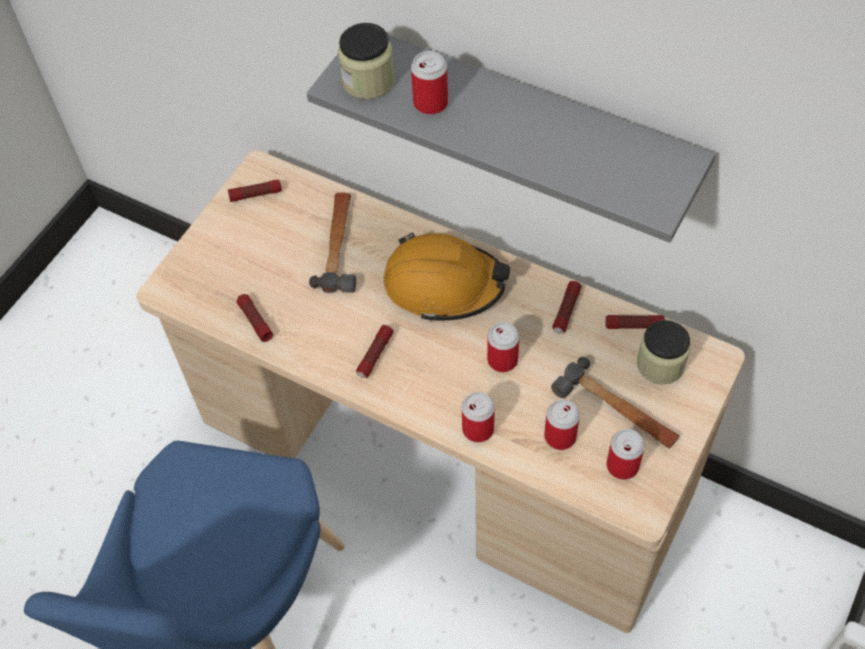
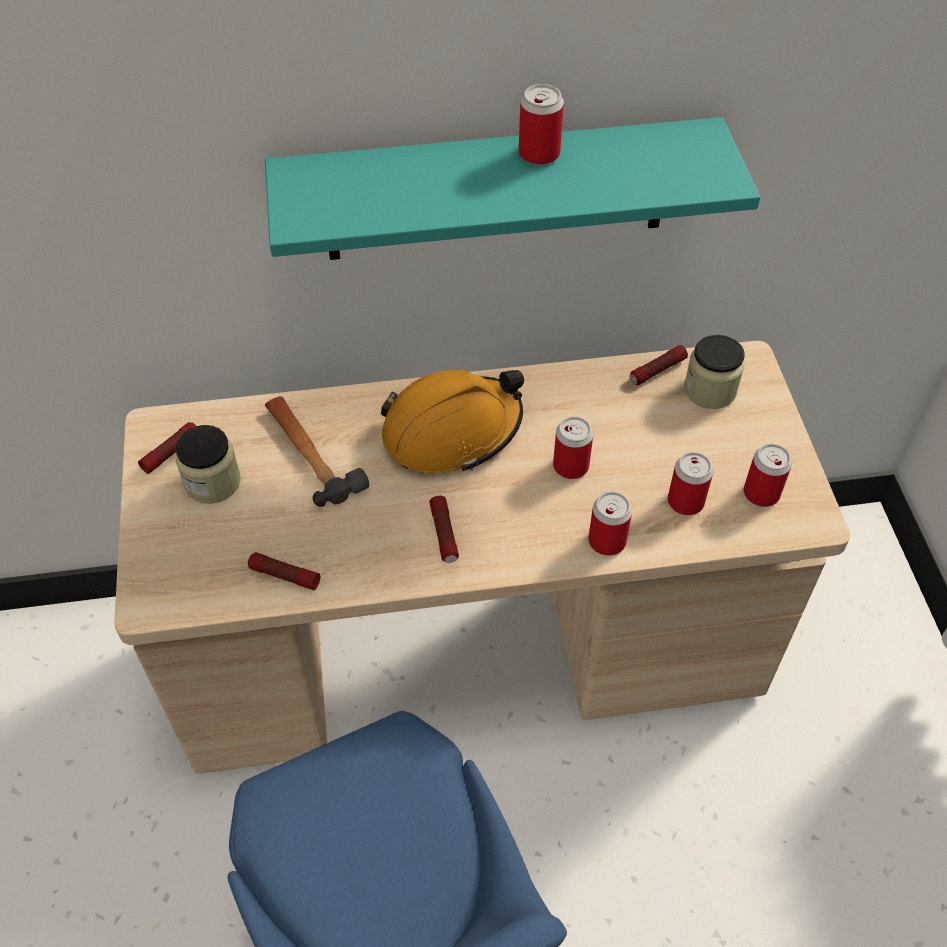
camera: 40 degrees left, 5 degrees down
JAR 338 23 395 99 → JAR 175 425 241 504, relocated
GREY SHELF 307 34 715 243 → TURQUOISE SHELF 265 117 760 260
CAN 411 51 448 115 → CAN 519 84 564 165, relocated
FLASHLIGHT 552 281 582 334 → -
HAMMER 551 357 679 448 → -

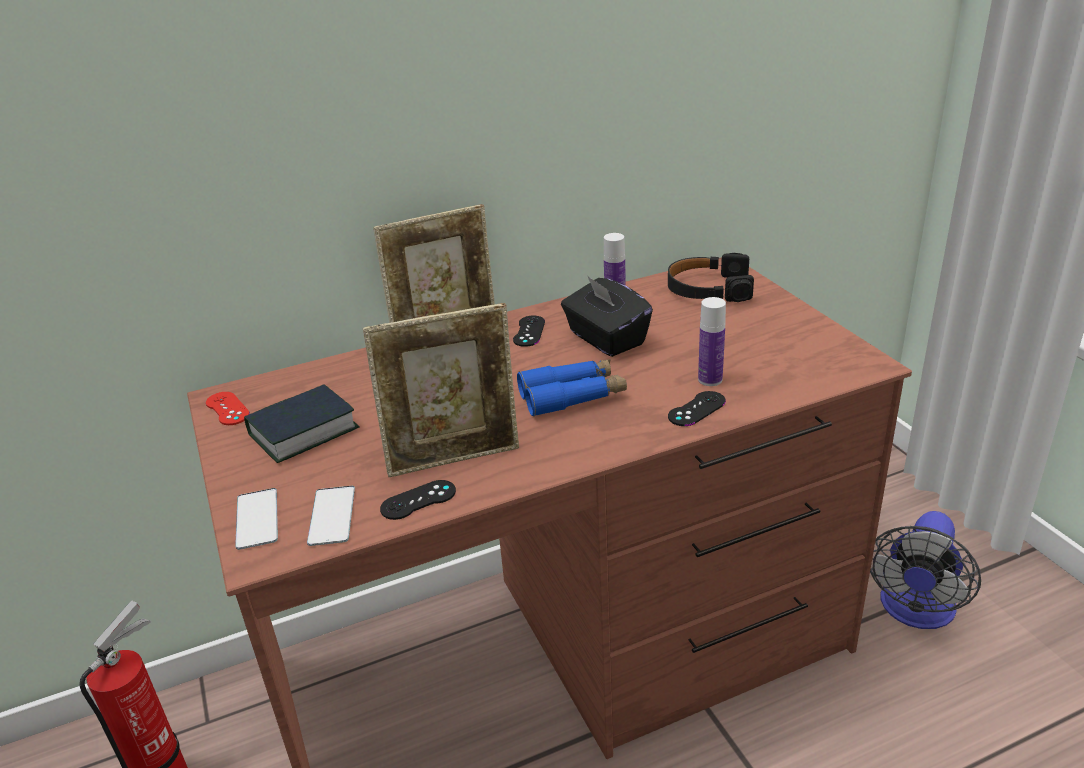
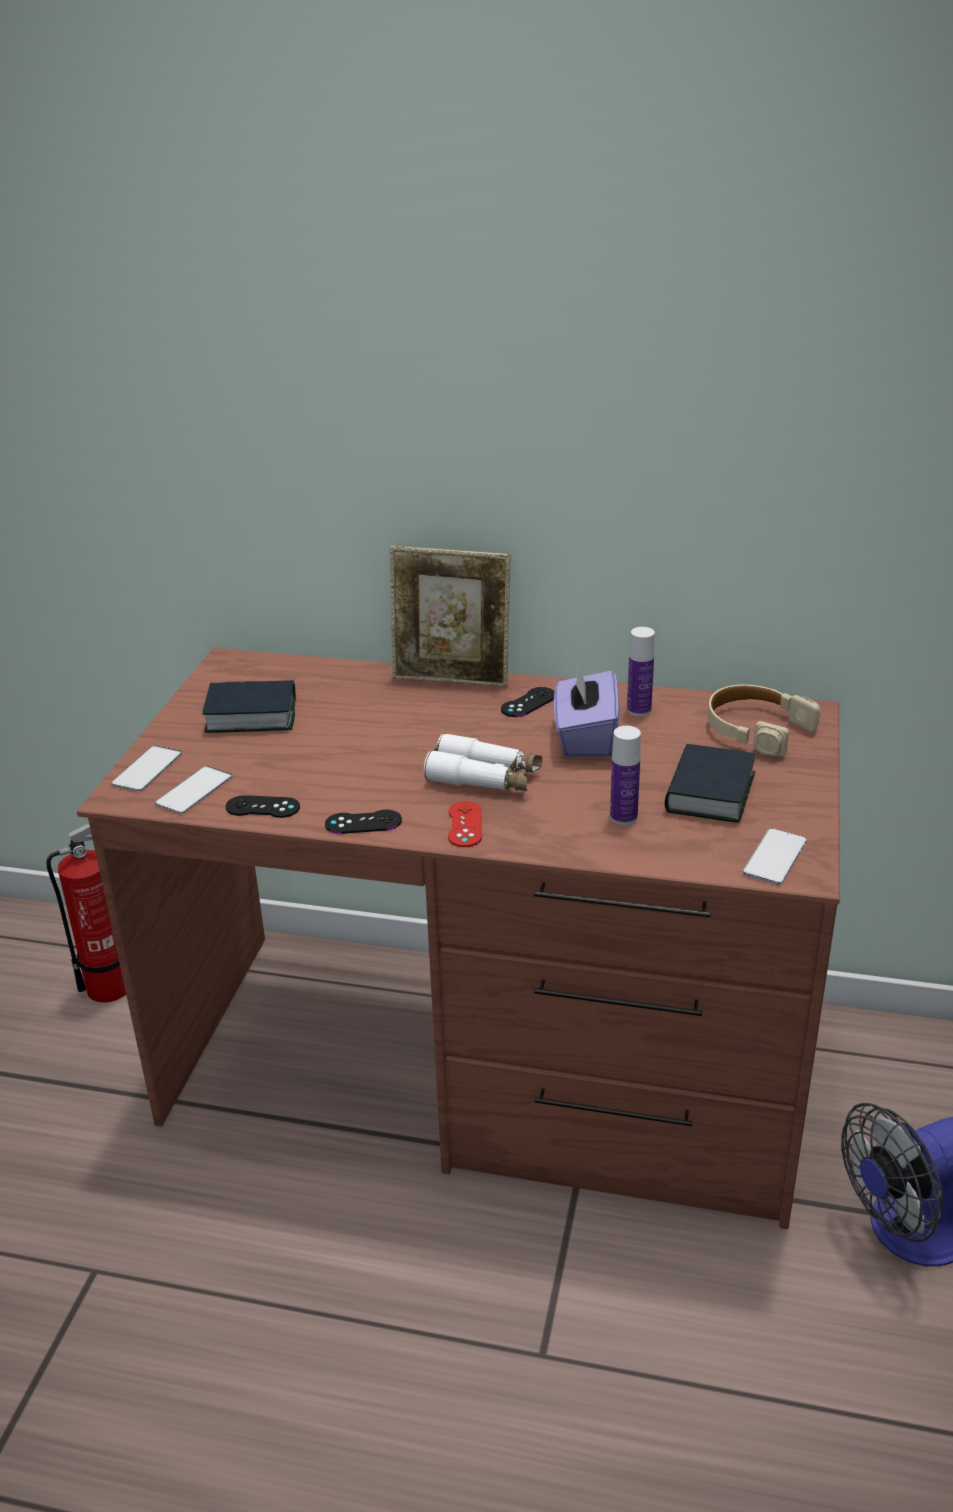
camera: 35 degrees right, 0 degrees up
BLACK HEADPHONES 668 253 754 302 → BEIGE HEADPHONES 708 685 821 757
BLACK TISSUE BOX 561 275 653 357 → PURPLE TISSUE BOX 554 663 620 757
PICTURE FRAME 363 303 519 477 → -
BLUE BINOCULARS 517 359 627 417 → WHITE BINOCULARS 424 733 542 791
BLACK GAME CONTROLLER 668 391 726 426 → BLACK GAME CONTROLLER 325 810 402 834, relocated
RED GAME CONTROLLER 206 392 250 425 → RED GAME CONTROLLER 448 801 482 847, relocated
- → BOOK 665 744 756 823
- → PHONE 743 828 807 885

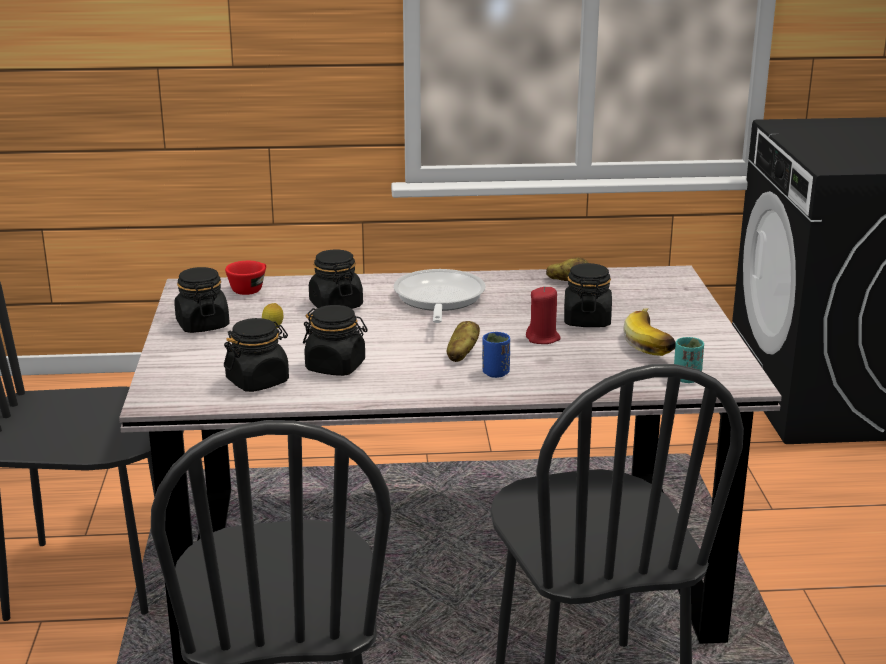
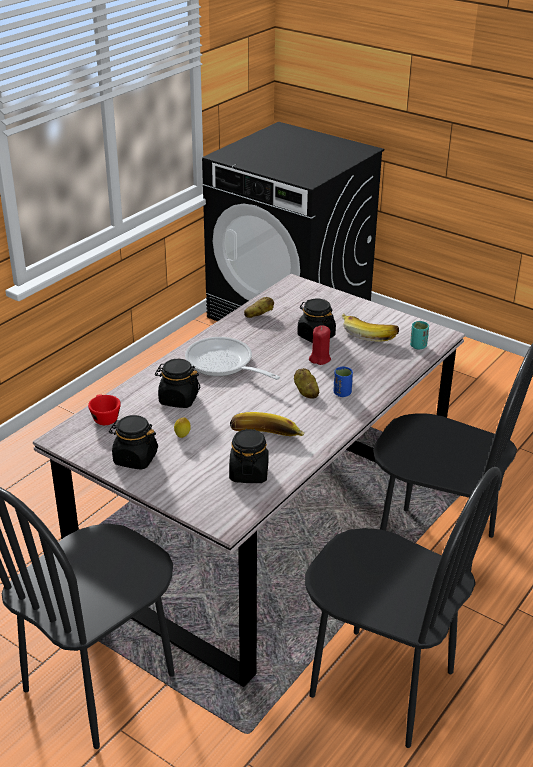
camera: 50 degrees left, 10 degrees up
BLACK JAR 303 305 368 376 → BANANA 230 412 305 436

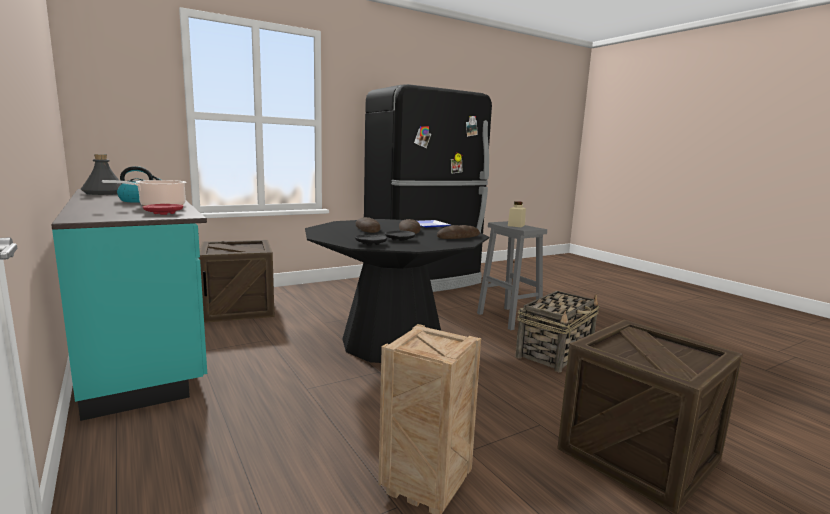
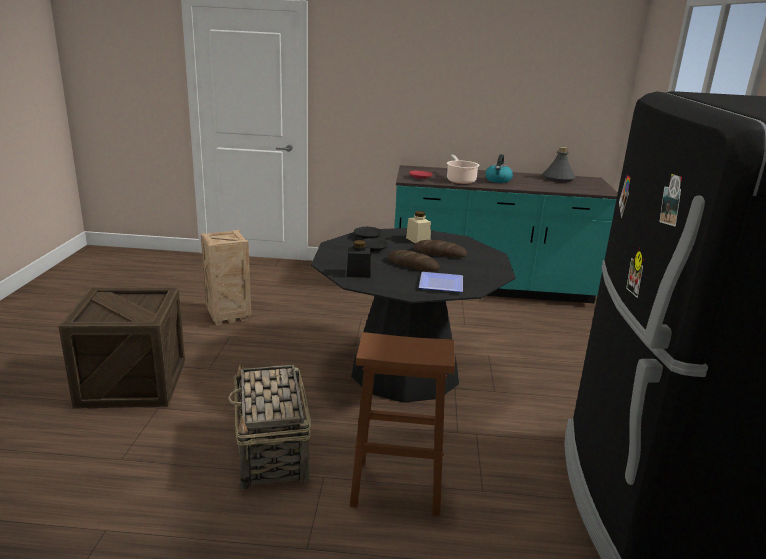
camera: 125 degrees right, 10 degrees up
BEIGE JAR 508 201 526 227 → BEIGE JAR 406 211 431 244, relocated
GREY STOOL 477 221 547 330 → BROWN STOOL 350 332 455 516
BREAD 437 225 480 239 → BLACK JAR 347 240 371 278
CRATE 198 240 275 323 → -

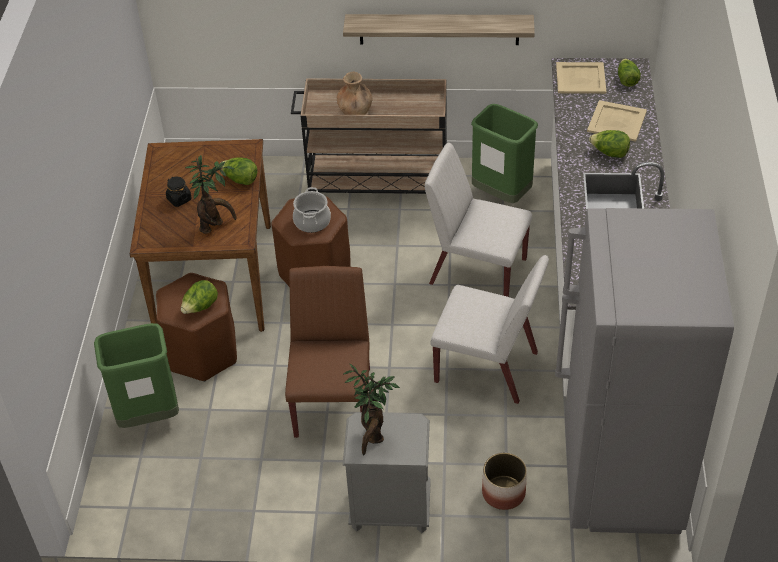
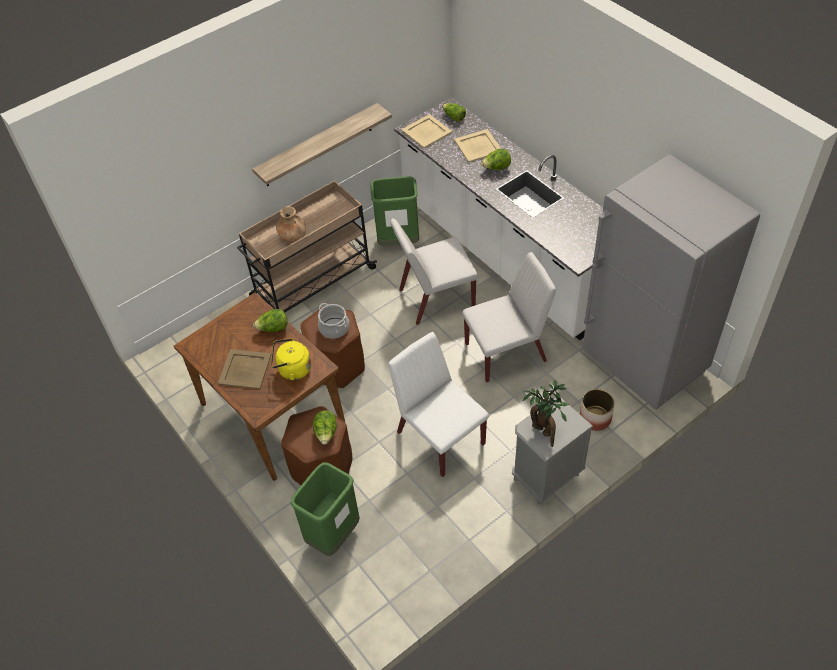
camera: 40 degrees left, 5 degrees up
POTTED PLANT 185 155 236 234 → YELLOW KETTLE 271 338 311 380
BLACK JAR 166 177 191 207 → BEIGE TRAY 218 349 271 389
BROWN CHAIR 285 266 370 438 → WHITE CHAIR 388 332 489 477

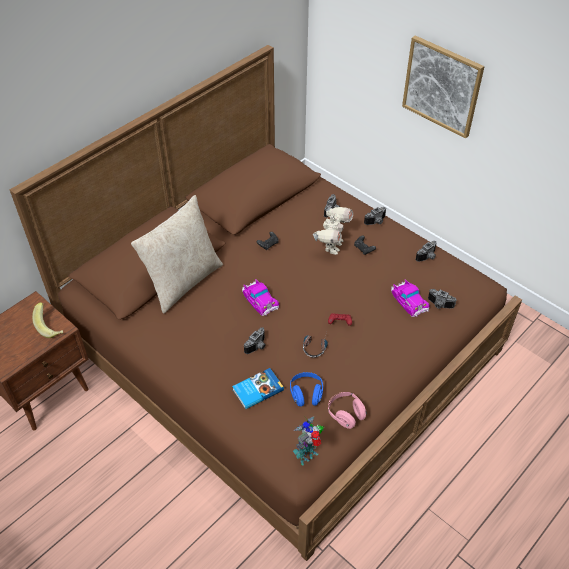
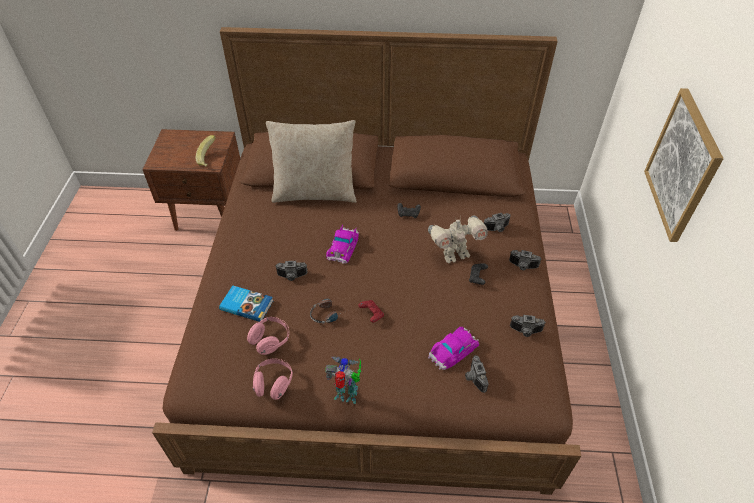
camera: 50 degrees right, 0 degrees up
TOY CAR 391 279 430 317 → TOY CAR 428 327 479 370, 150 degrees counterclockwise
BLUE HEADPHONES 290 372 323 406 → PINK HEADPHONES 247 317 289 355
TOY ROBOT 293 417 324 466 → TOY ROBOT 325 356 361 404, relocated

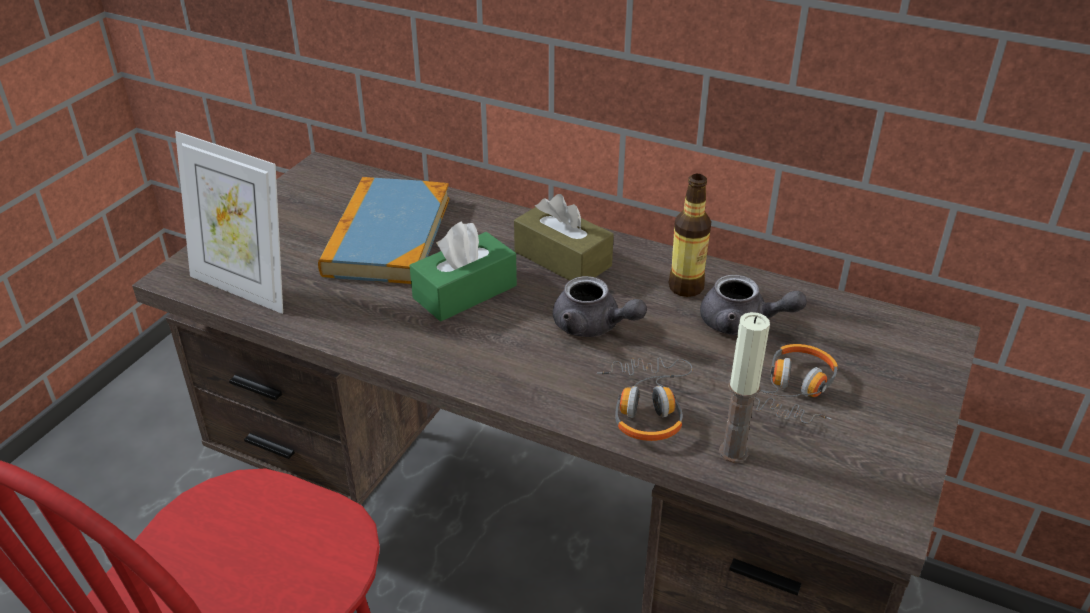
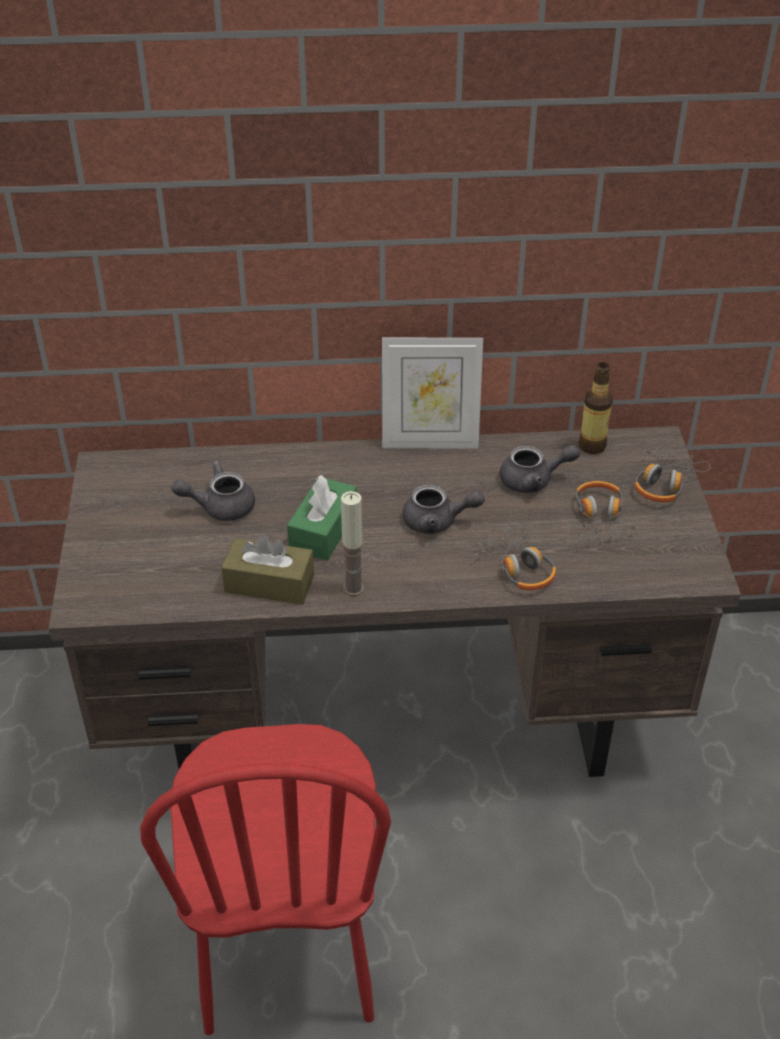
camera: 30 degrees left, 5 degrees up
PICTURE FRAME 175 131 283 314 → PICTURE FRAME 382 338 483 449, relocated
BOTTLE 669 174 711 297 → BOTTLE 578 362 613 454, relocated
BOOK 318 177 449 284 → GREY TEAPOT 172 461 255 521
BROWN TISSUE BOX 514 194 614 281 → BROWN TISSUE BOX 221 535 314 605, relocated
CANDLE 719 312 770 463 → CANDLE 341 491 364 596, relocated
- → HEADPHONES 635 448 710 502

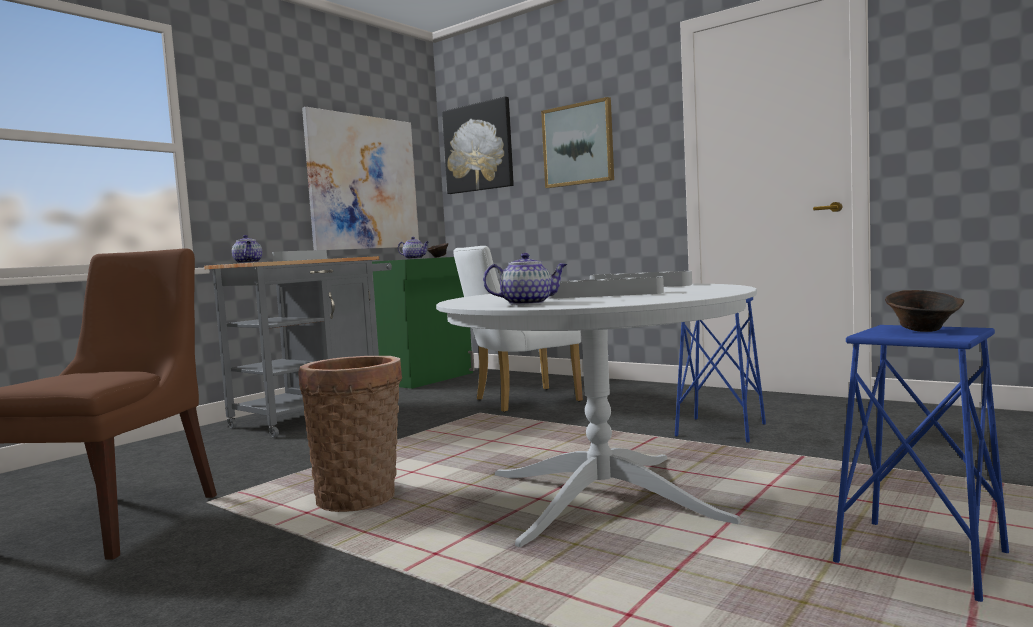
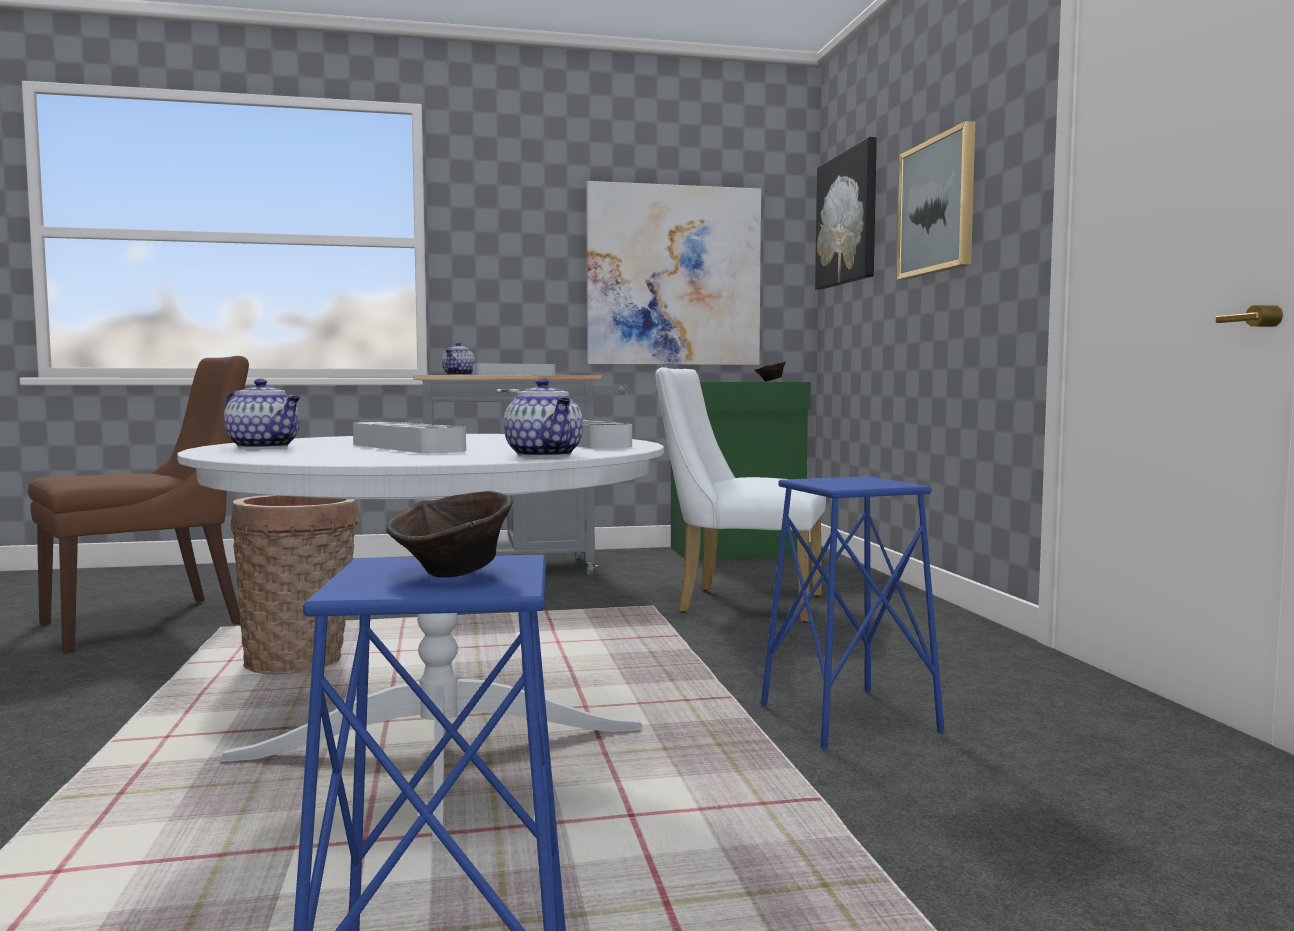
camera: 40 degrees right, 0 degrees up
TEAPOT 398 237 429 259 → TEAPOT 504 378 583 457, relocated

